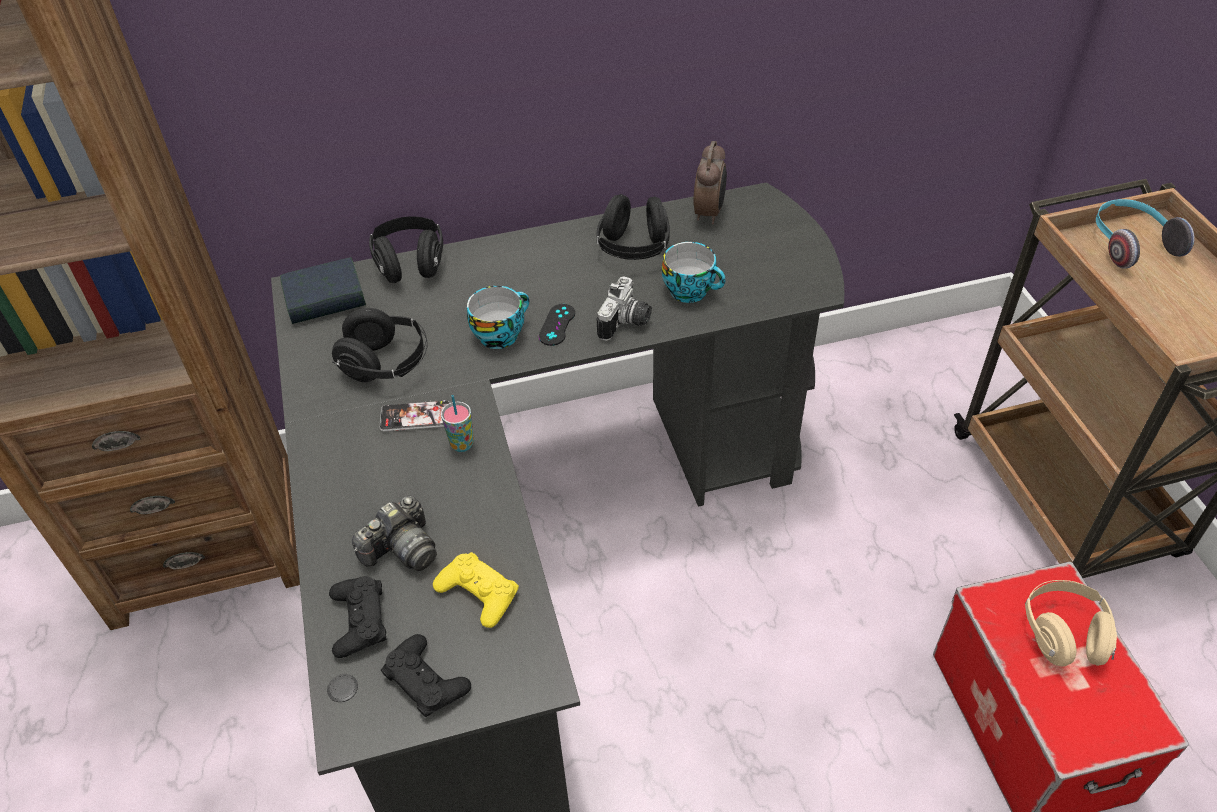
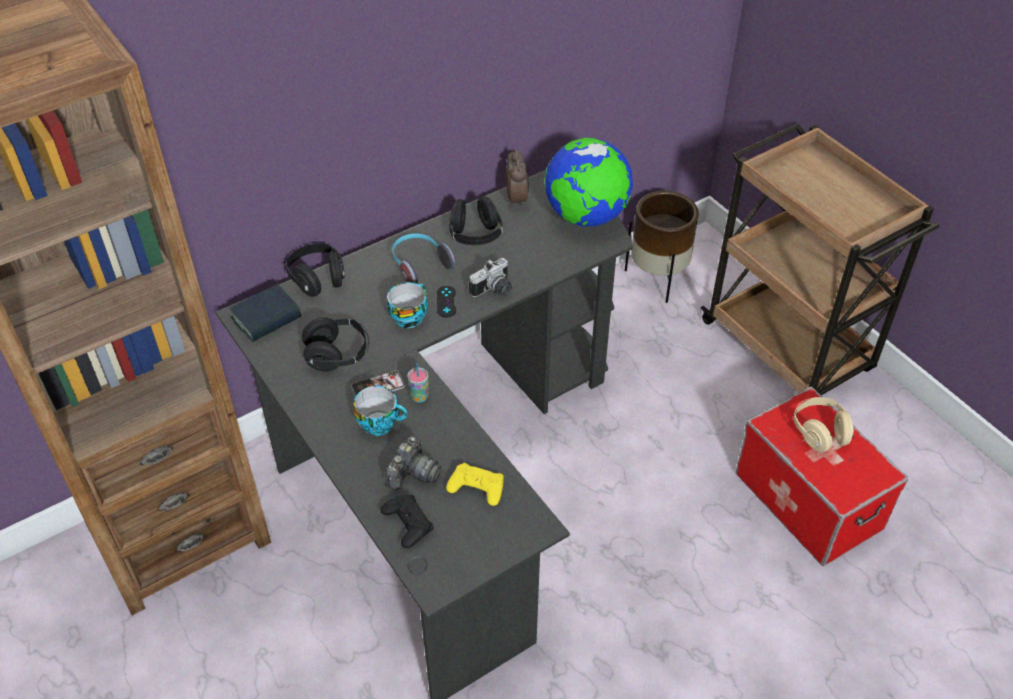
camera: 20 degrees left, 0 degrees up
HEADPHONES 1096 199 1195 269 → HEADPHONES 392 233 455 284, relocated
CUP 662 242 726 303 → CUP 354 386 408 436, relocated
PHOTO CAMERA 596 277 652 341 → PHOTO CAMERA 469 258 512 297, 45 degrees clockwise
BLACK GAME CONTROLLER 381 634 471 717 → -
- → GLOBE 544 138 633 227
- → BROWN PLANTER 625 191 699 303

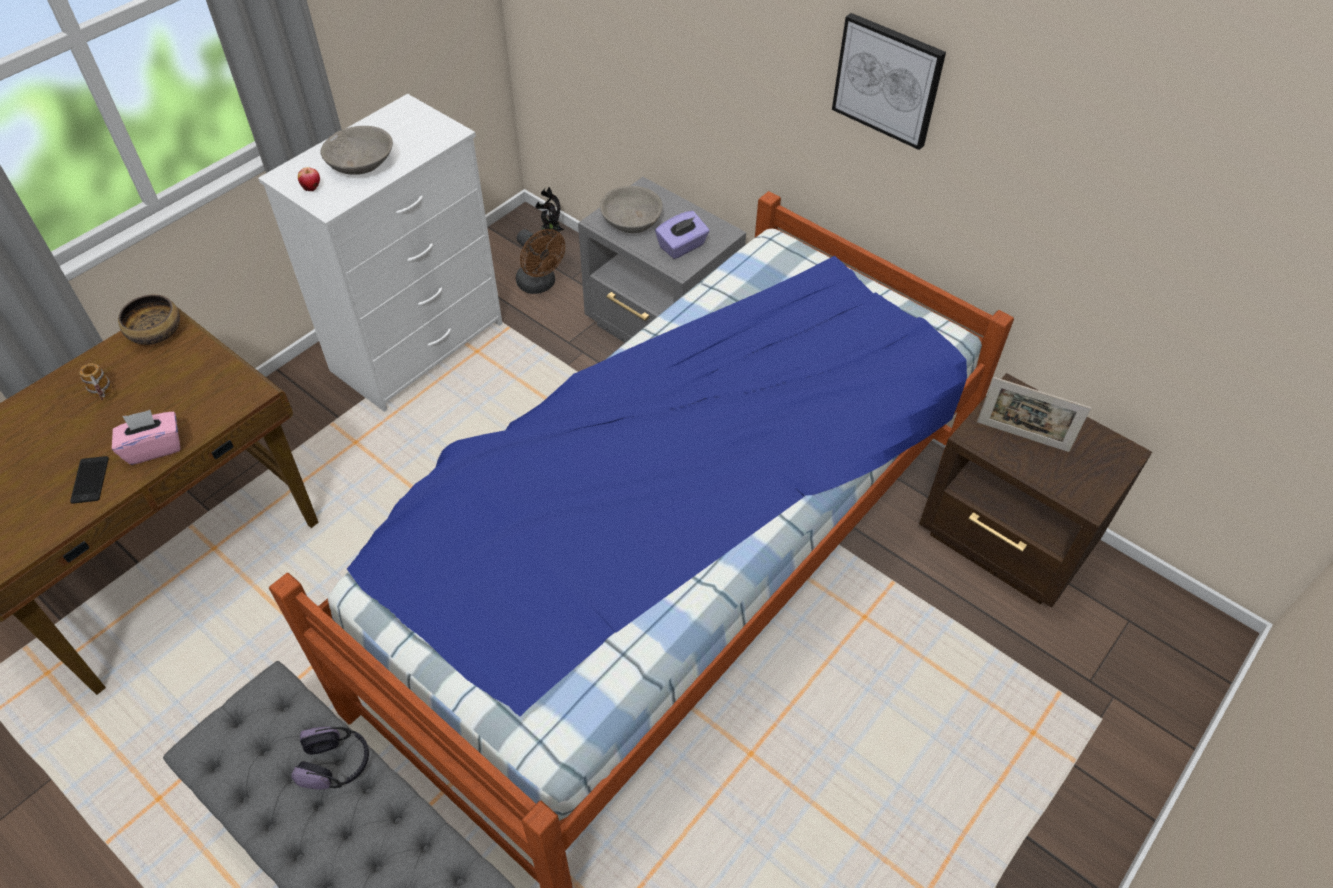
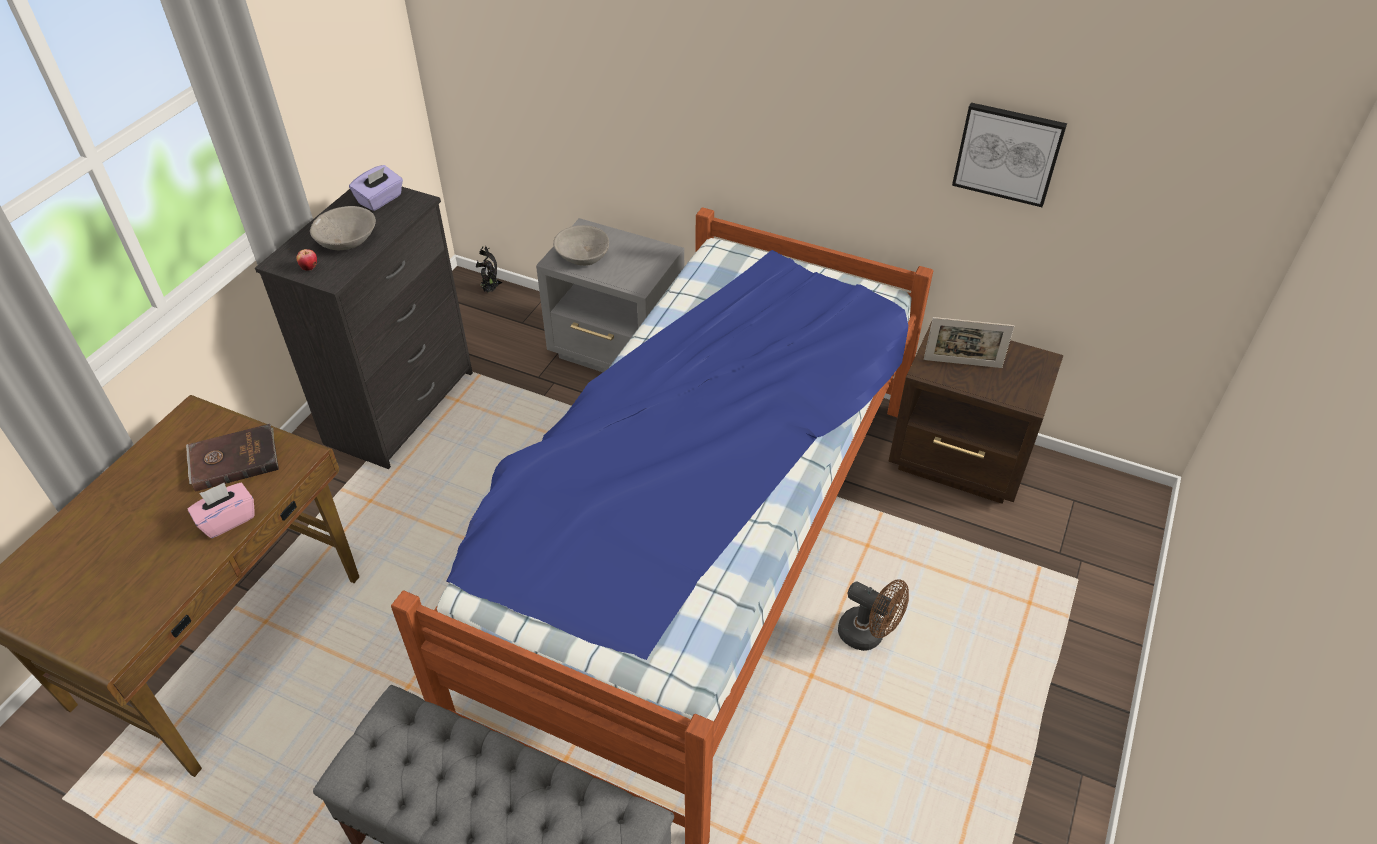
camera: 15 degrees left, 5 degrees down
PICTURE 832 13 946 150 → PICTURE 952 102 1067 207, relocated
WHITE DRESSER 258 94 503 412 → BLACK DRESSER 255 187 473 469
PURPLE TISSUE BOX 655 211 710 259 → PURPLE TISSUE BOX 349 165 403 211, relocated
BROWN FAN 516 229 565 294 → BROWN FAN 838 579 909 651, relocated
BOWL 118 294 180 345 → -
MUG 79 363 112 400 → -
PHONE 70 456 109 504 → -
HEADPHONES 291 727 369 790 → -
- → BROWN BOOK 186 424 279 492

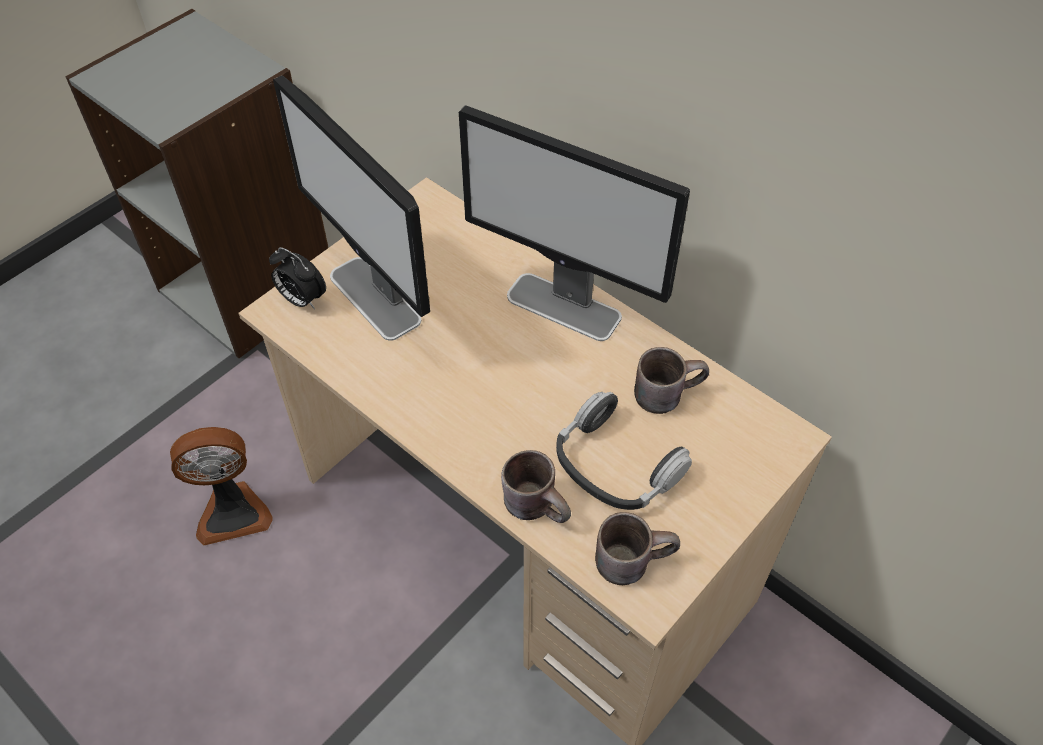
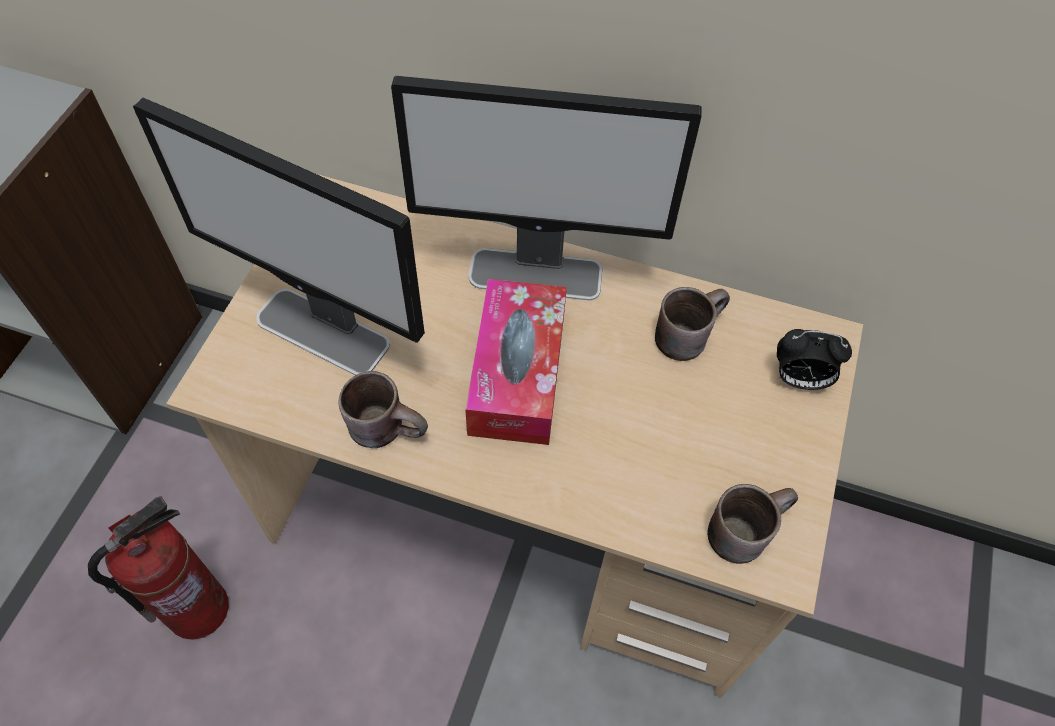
camera: 25 degrees left, 5 degrees up
ALARM CLOCK 269 247 326 309 → ALARM CLOCK 777 329 852 390, relocated
HEADPHONES 556 392 692 510 → -
FAN 170 427 273 545 → FIRE EXTINGUISHER 88 496 229 640
BROWN MUG 501 450 571 523 → BROWN MUG 339 371 428 448, relocated
- → TISSUE BOX 465 279 567 445

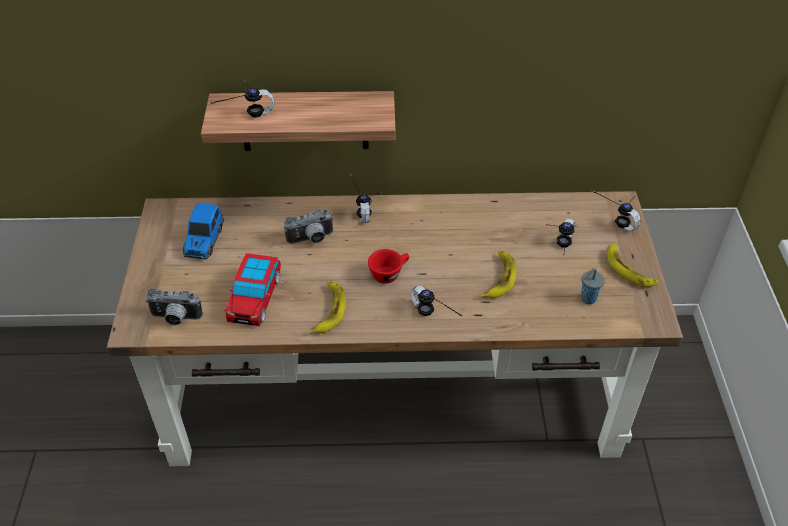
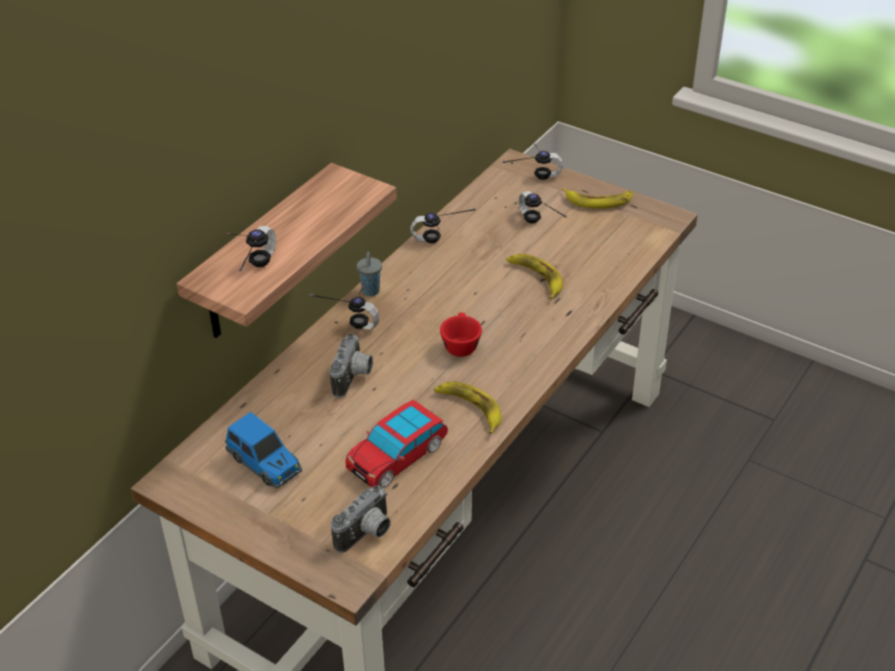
camera: 55 degrees left, 5 degrees down
TOY CAR 226 253 281 326 → TOY CAR 346 400 448 488, 90 degrees clockwise
GREY CUP 581 268 605 305 → GREY CUP 357 252 382 296, relocated
HEADPHONES 411 285 462 316 → HEADPHONES 410 208 476 243, relocated

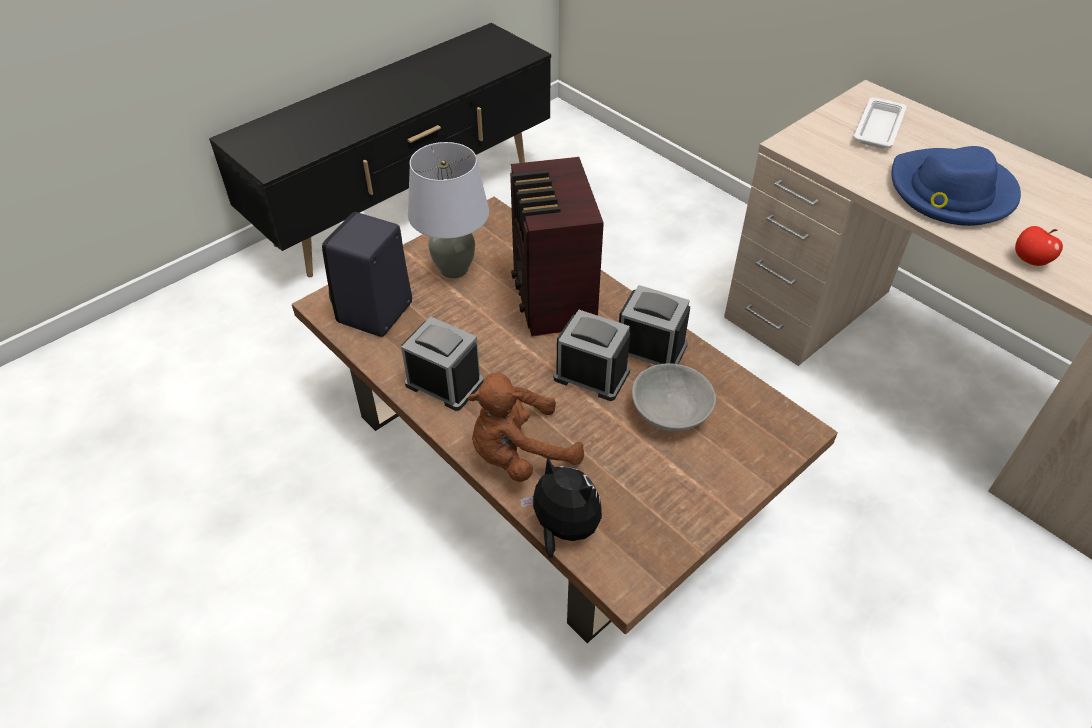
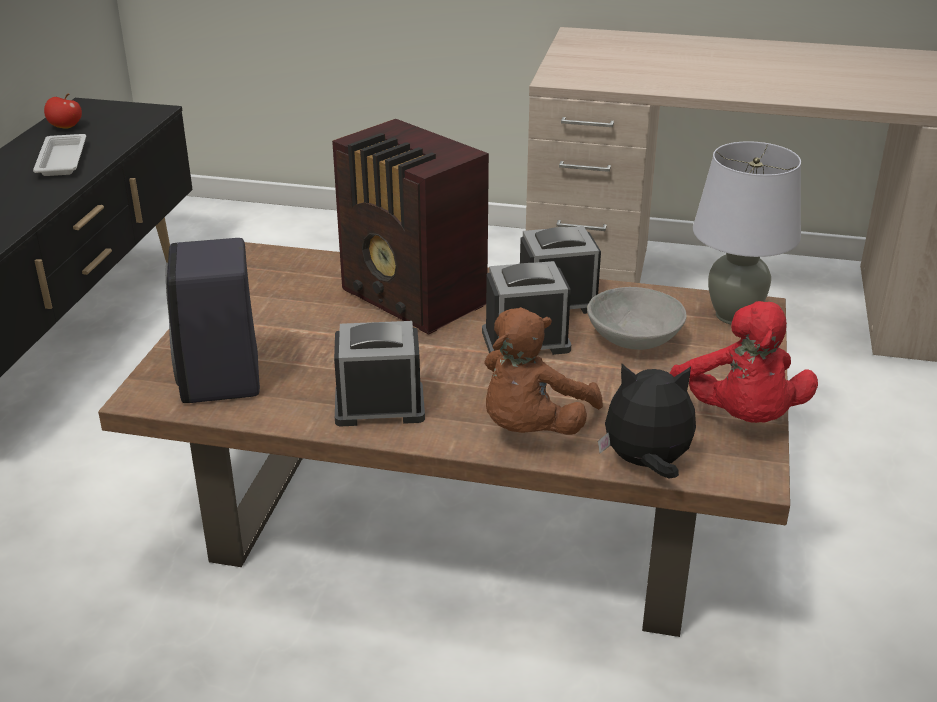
camera: 35 degrees left, 15 degrees down
WHITE TRAY 854 97 907 148 → WHITE TRAY 33 134 86 176, relocated
GREY TABLE LAMP 408 142 489 278 → GREY TABLE LAMP 693 141 801 324, relocated
BLUE HAT 892 146 1021 226 → -
APPLE 1015 226 1063 266 → APPLE 44 94 82 129, relocated
- → RED PLUSH TOY 670 301 818 423

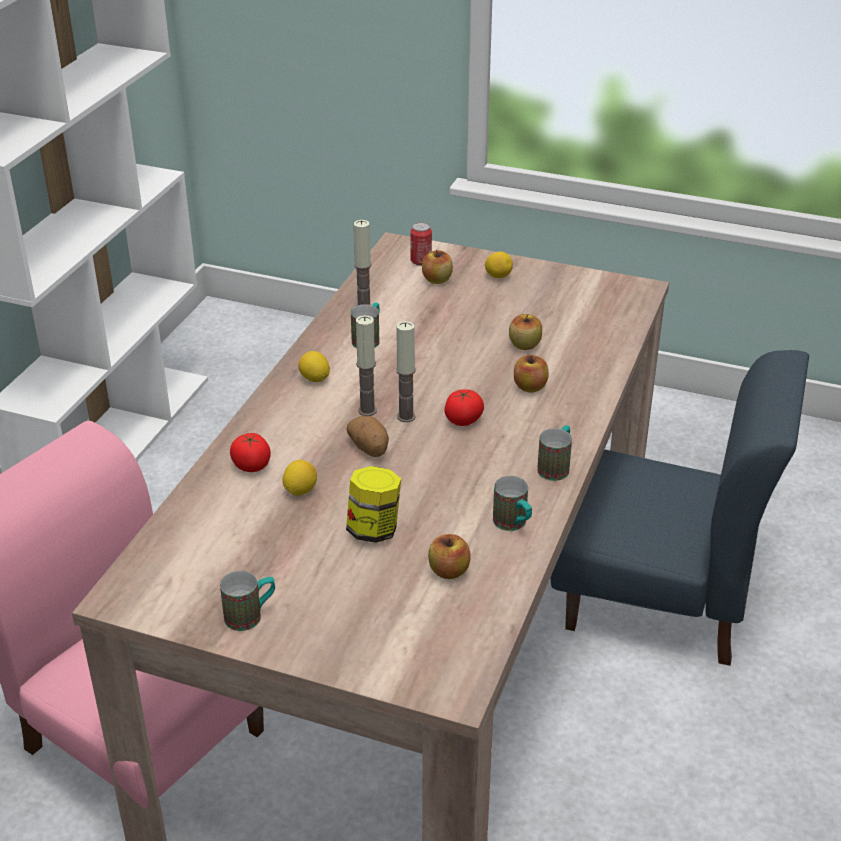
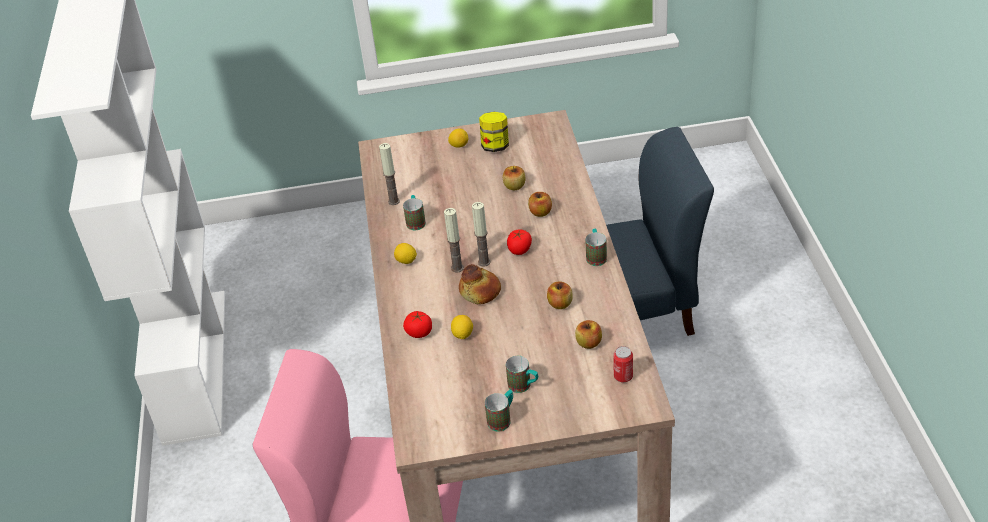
camera: 25 degrees left, 5 degrees up
CAN 410 222 432 266 → CAN 613 346 633 382, relocated
APPLE 422 250 453 284 → APPLE 547 282 573 309, relocated
POTATO 347 416 389 457 → BREAD 459 264 501 304
JAR 346 466 401 543 → JAR 479 112 509 152, relocated
MUG 493 476 532 531 → MUG 506 356 538 393, relocated

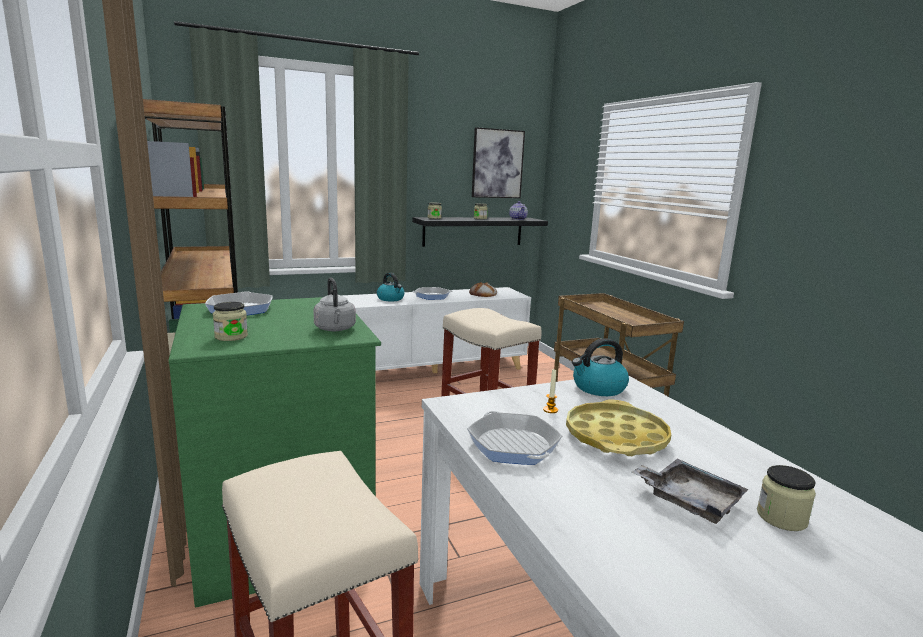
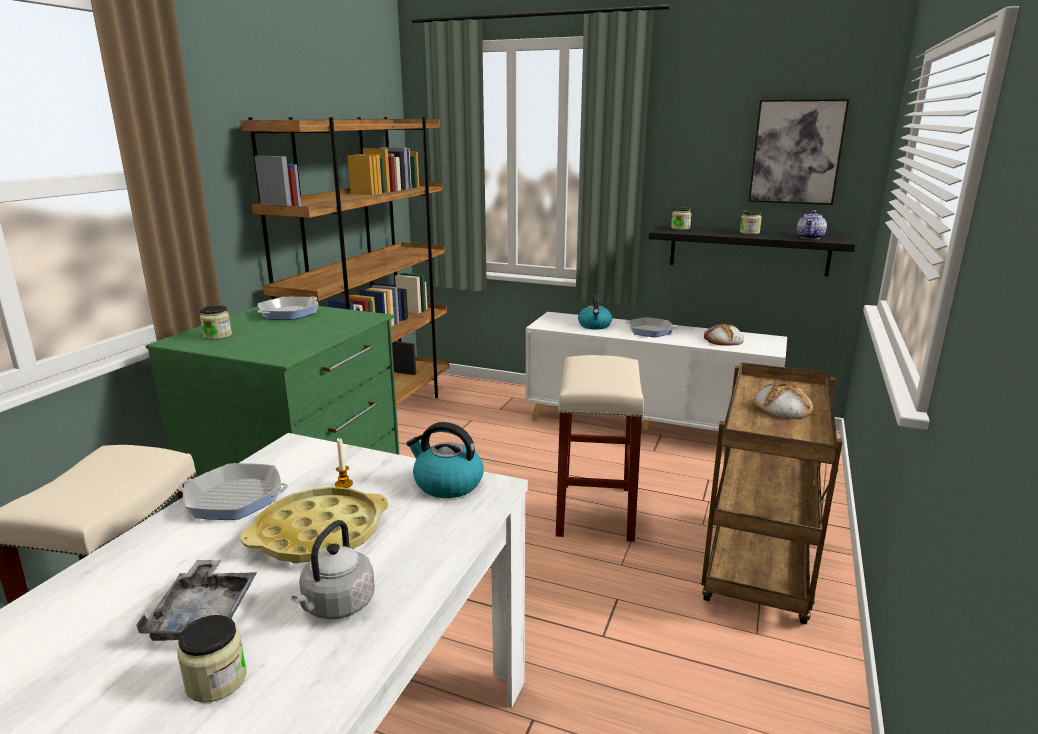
camera: 45 degrees right, 5 degrees up
GREY KETTLE 313 278 356 331 → GREY KETTLE 291 520 375 619, relocated
FRYING PAN 467 411 562 465 → FRYING PAN 178 463 288 520, 105 degrees counterclockwise
- → BREAD 753 383 813 420

